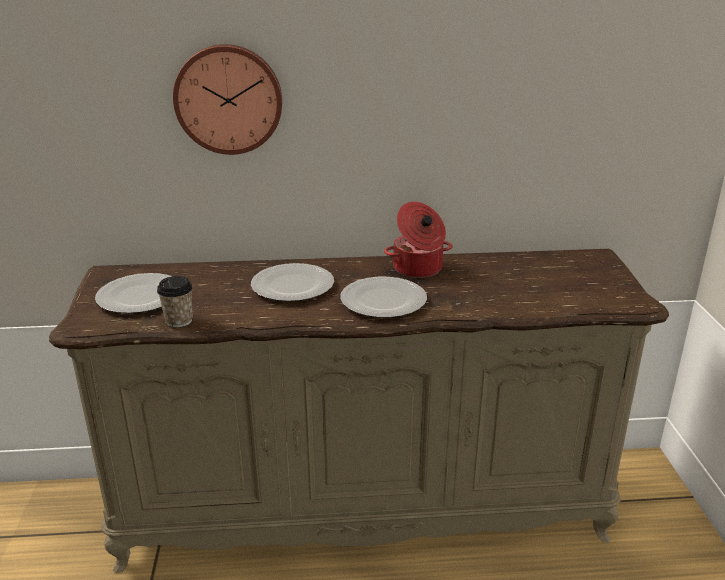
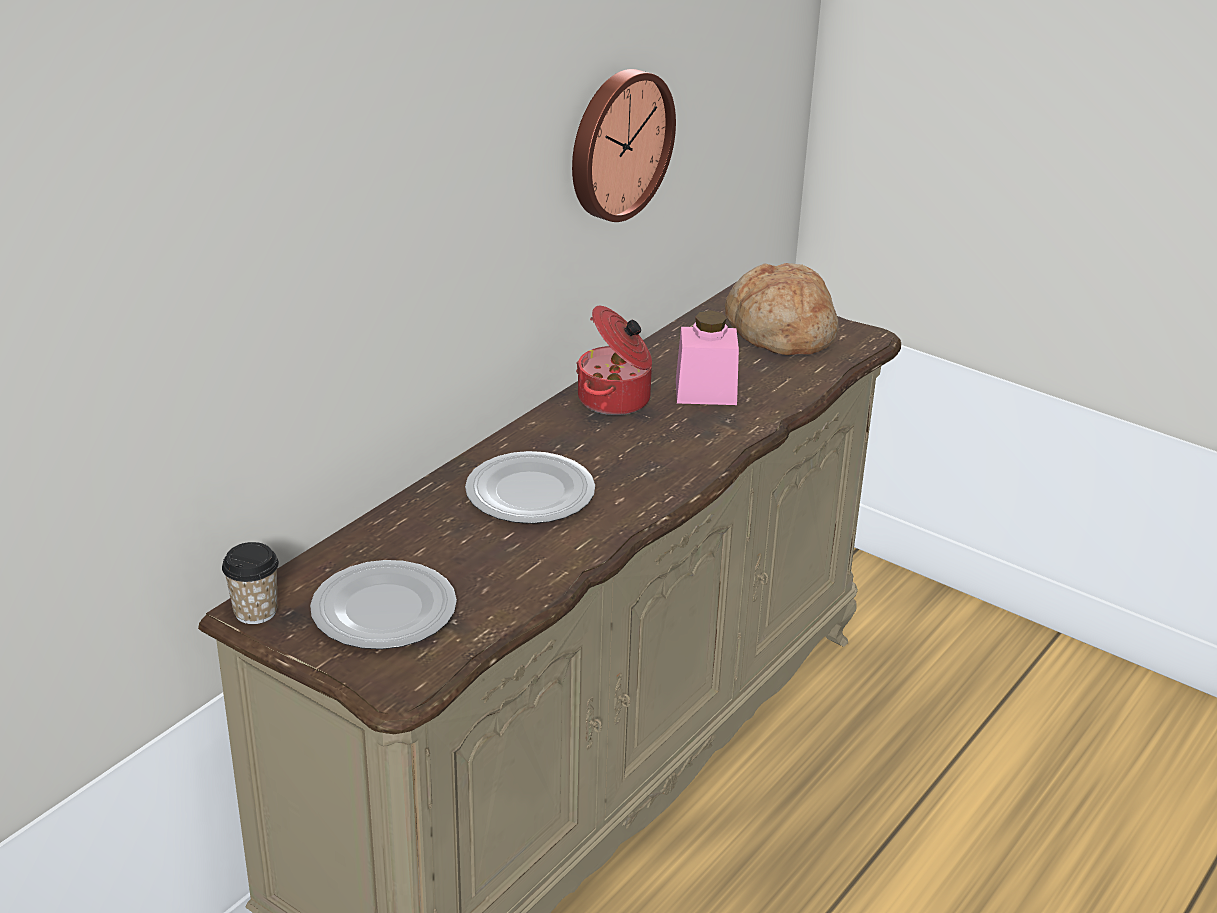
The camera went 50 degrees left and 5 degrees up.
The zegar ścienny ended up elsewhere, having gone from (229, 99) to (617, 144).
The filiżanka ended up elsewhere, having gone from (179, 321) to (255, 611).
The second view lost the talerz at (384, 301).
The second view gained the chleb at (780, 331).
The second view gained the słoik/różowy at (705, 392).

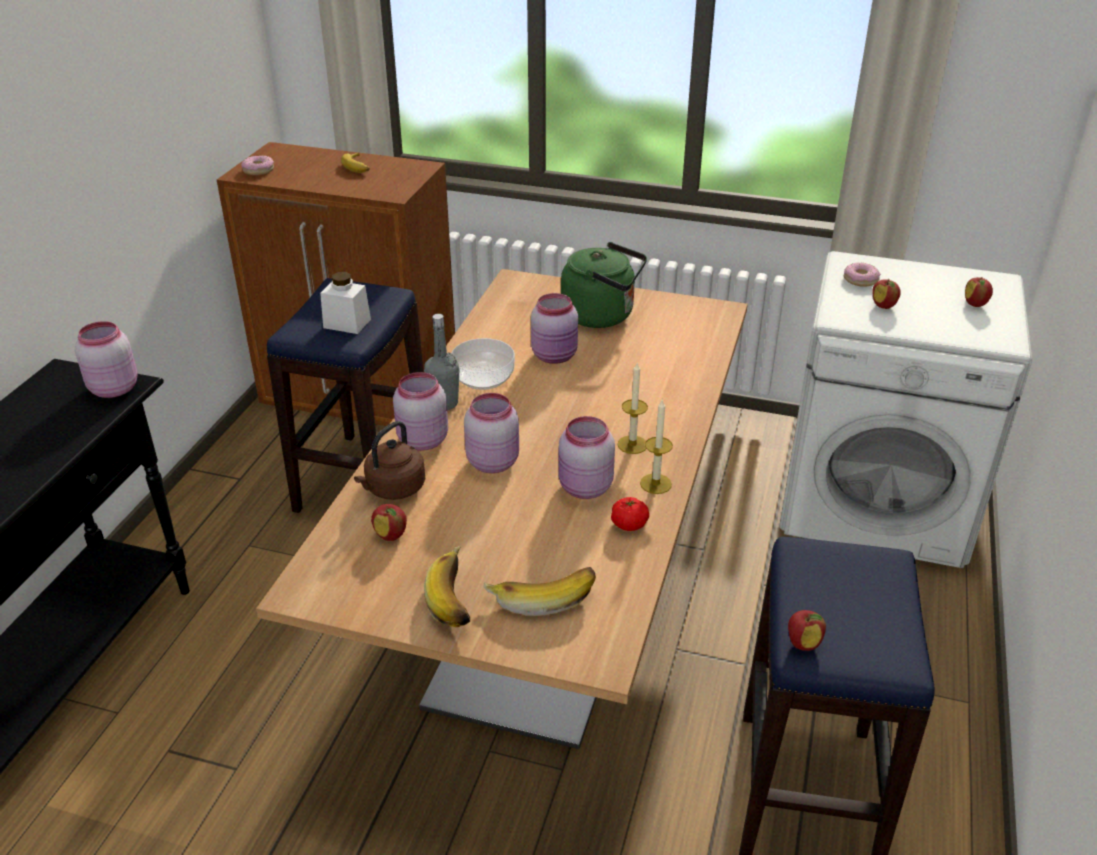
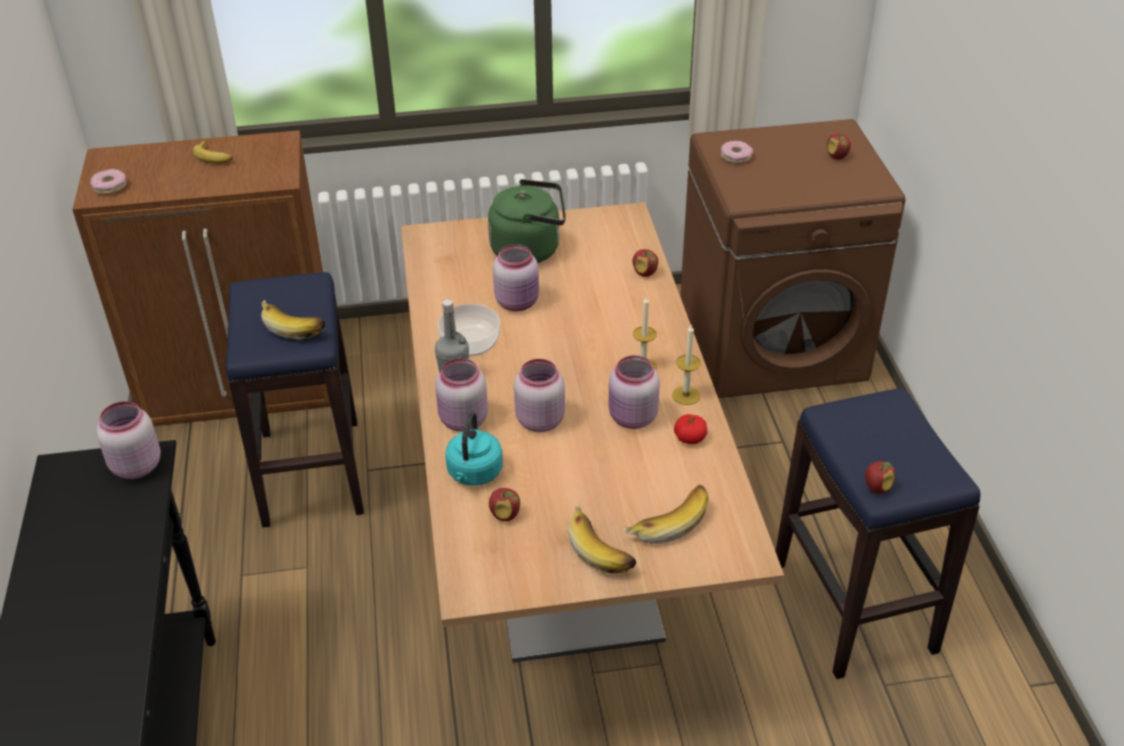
The camera went 25 degrees left and 5 degrees up.
What was the pralka/biały at (878, 504) turned into the pralka/brązowy at (776, 345).
Where the słoik/biały stood at (347, 323), the banan came to stand at (295, 326).
The jabłko ended up elsewhere, having gone from (884, 306) to (645, 273).
What was the czajnik/brązowy at (393, 489) turned into the czajnik/turkusowy at (474, 474).

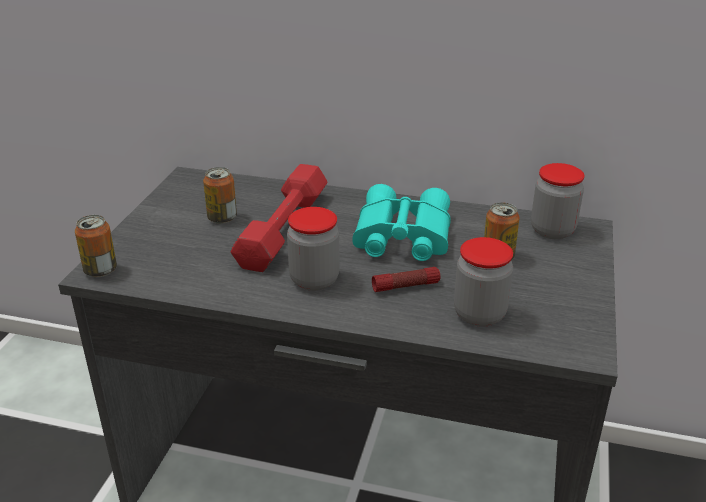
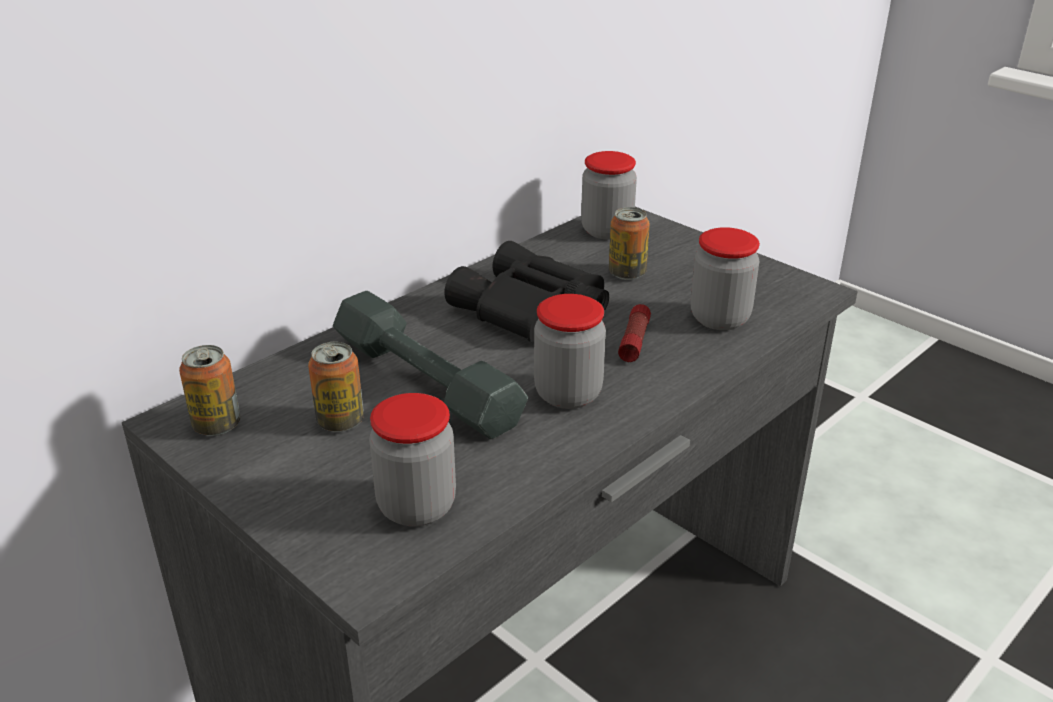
The camera went 60 degrees left and 0 degrees up.
What was the hantel/czerwony at (282, 229) turned into the hantel/szary at (425, 382).
What was the lornetka/turkusowy at (400, 236) turned into the lornetka/czarny at (531, 311).
The puszka ended up elsewhere, having gone from (100, 270) to (217, 425).
The second view gained the słoik at (416, 506).

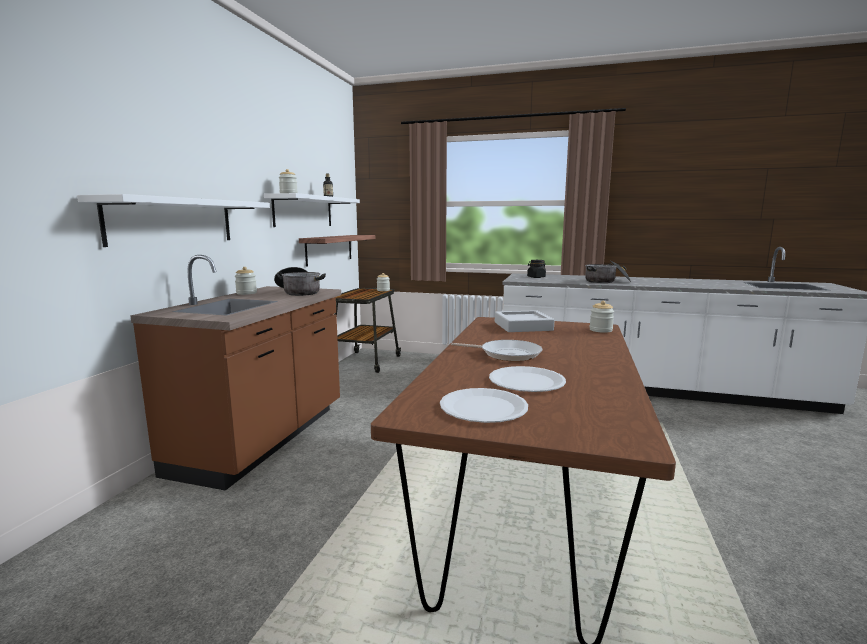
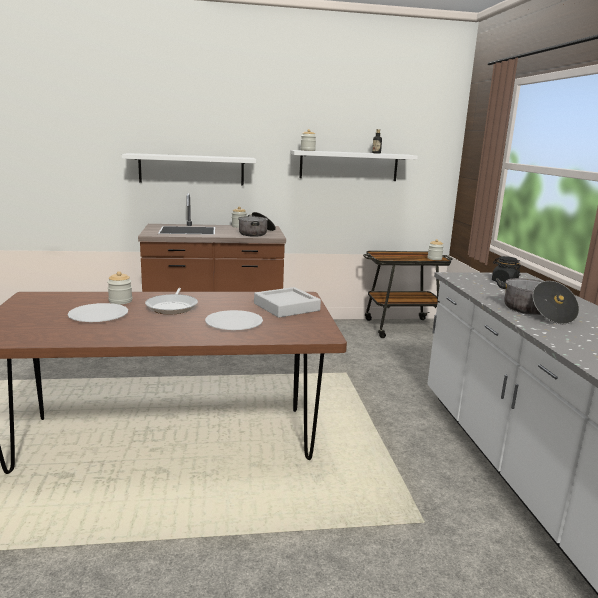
The camera went 65 degrees right and 5 degrees up.
The second view lost the półka at (329, 249).
The słoik ended up elsewhere, having gone from (600, 330) to (120, 301).
The talerz/biały ended up elsewhere, having gone from (483, 408) to (234, 322).

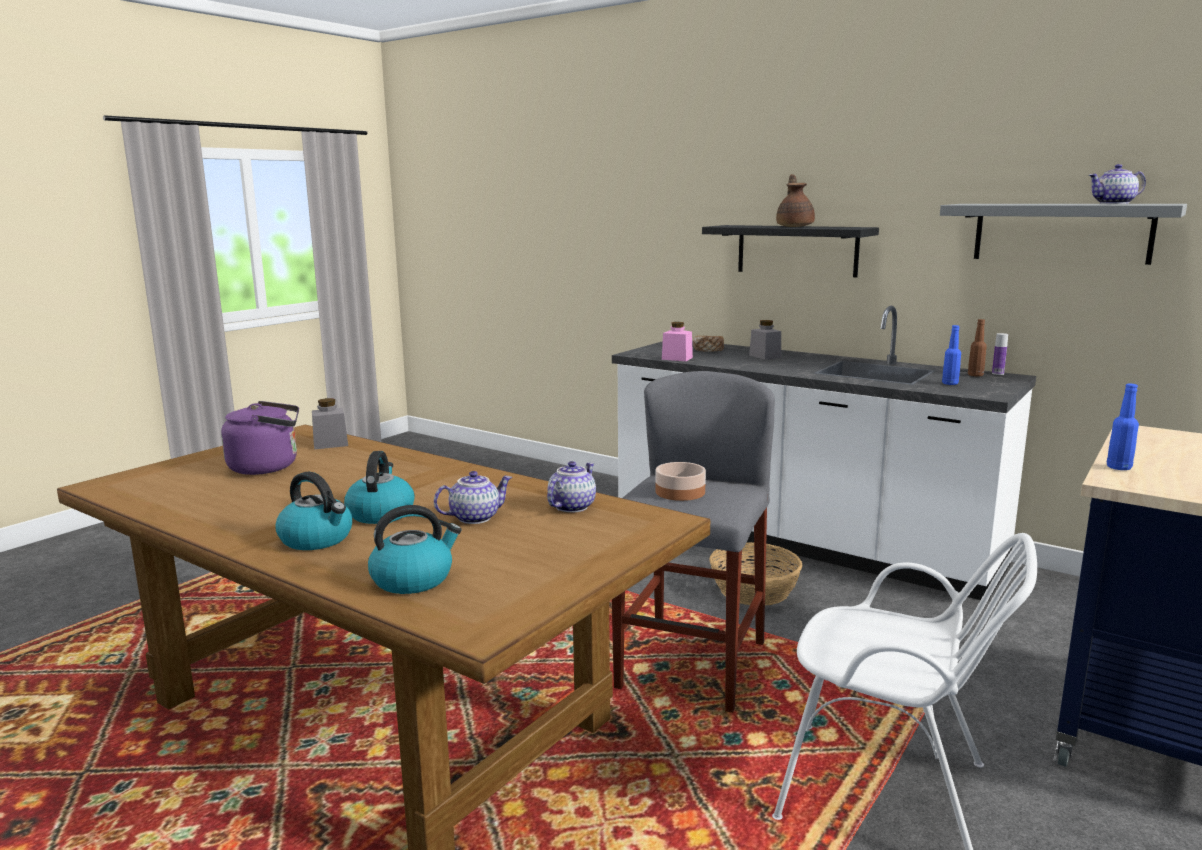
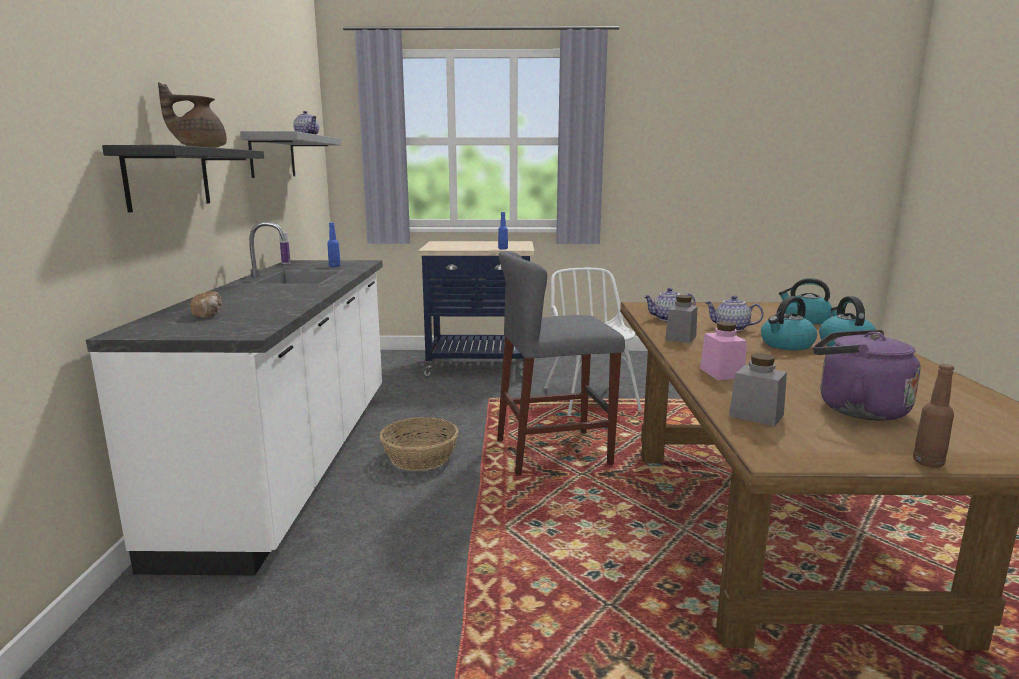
The camera went 125 degrees left and 0 degrees up.
The butelka/brązowy ended up elsewhere, having gone from (975, 375) to (928, 462).
The słoik/szary ended up elsewhere, having gone from (765, 356) to (680, 338).
The słoik/różowy ended up elsewhere, having gone from (677, 358) to (721, 373).
The second view lost the miska at (680, 492).

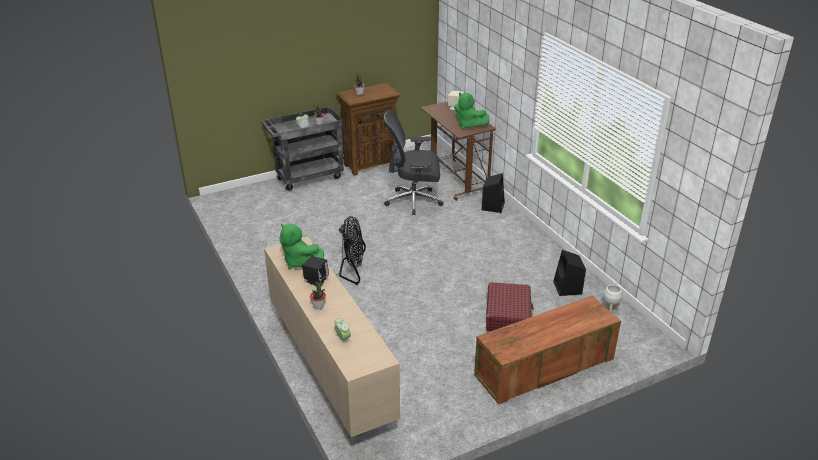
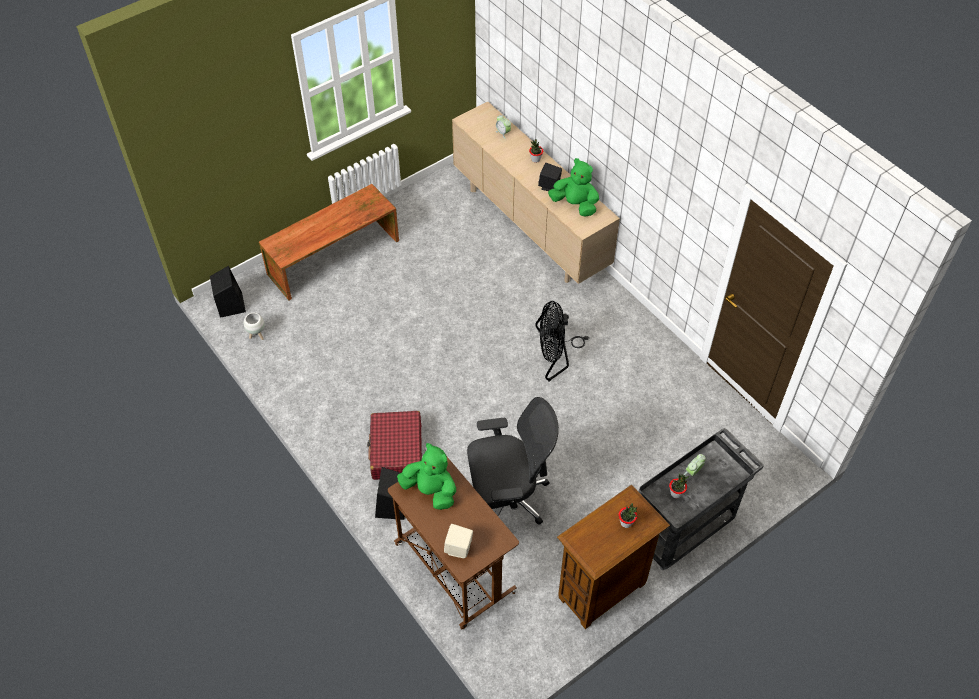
The camera went 170 degrees right and 20 degrees up.
The głośnik/czarny ended up elsewhere, having gone from (568, 288) to (230, 304).
The walizka/czerwony ended up elsewhere, having gone from (508, 315) to (396, 451).

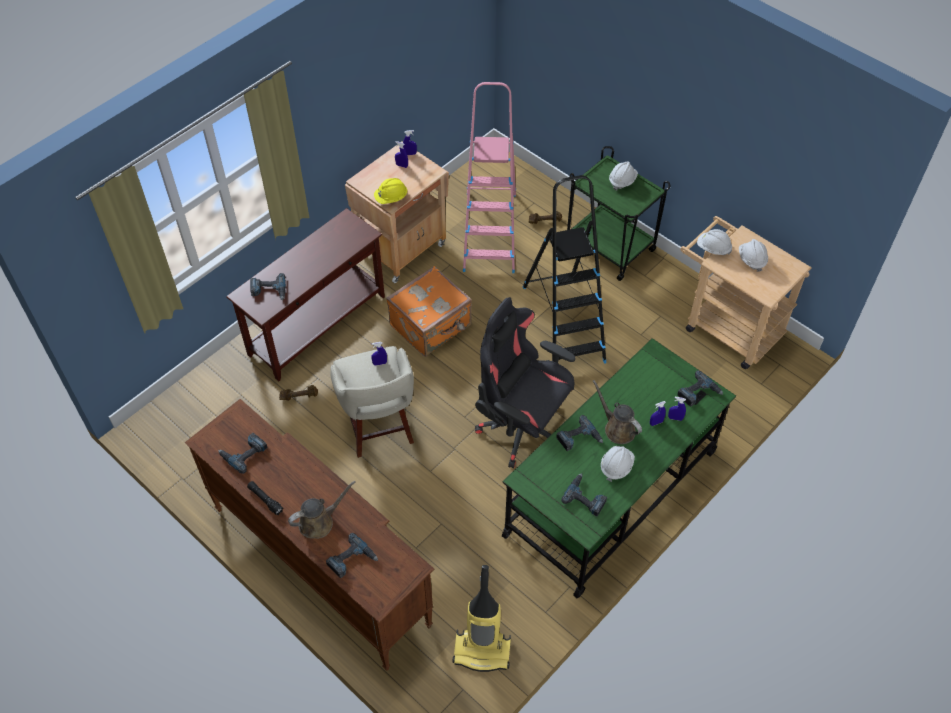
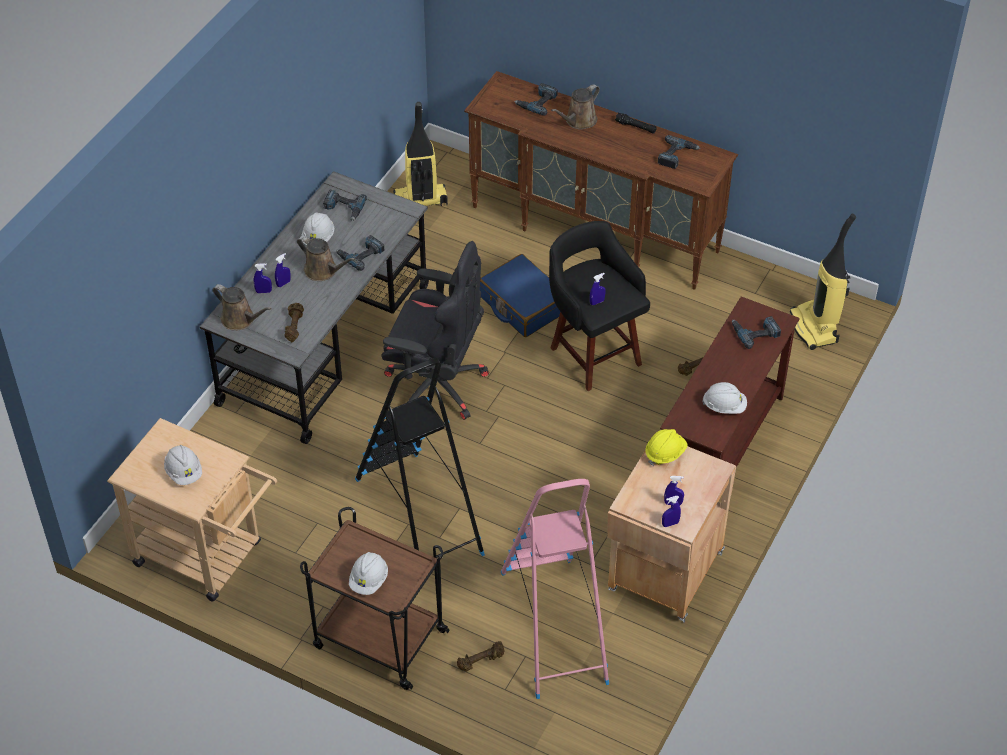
The camera went 165 degrees right and 5 degrees down.
What was the wózek/zielony at (610, 248) turned into the wózek/brązowy at (378, 638).
The kask/biały ended up elsewhere, having gone from (713, 248) to (724, 406).
The second view lost the walizka/pomarańczowy at (431, 326).
What was the biurko/zielony at (611, 493) turned into the biurko/szary at (324, 344).
What was the stołek/beżowy at (379, 429) turned into the stołek/czarny at (593, 353).
Where the wiertarka stood at (698, 393), the konewka/brązowy came to stand at (240, 319).
The second view gained the odkurzacz at (815, 328).
The second view gained the walizka/niebieski at (522, 304).
The second view gained the hantel/brązowy at (294, 327).

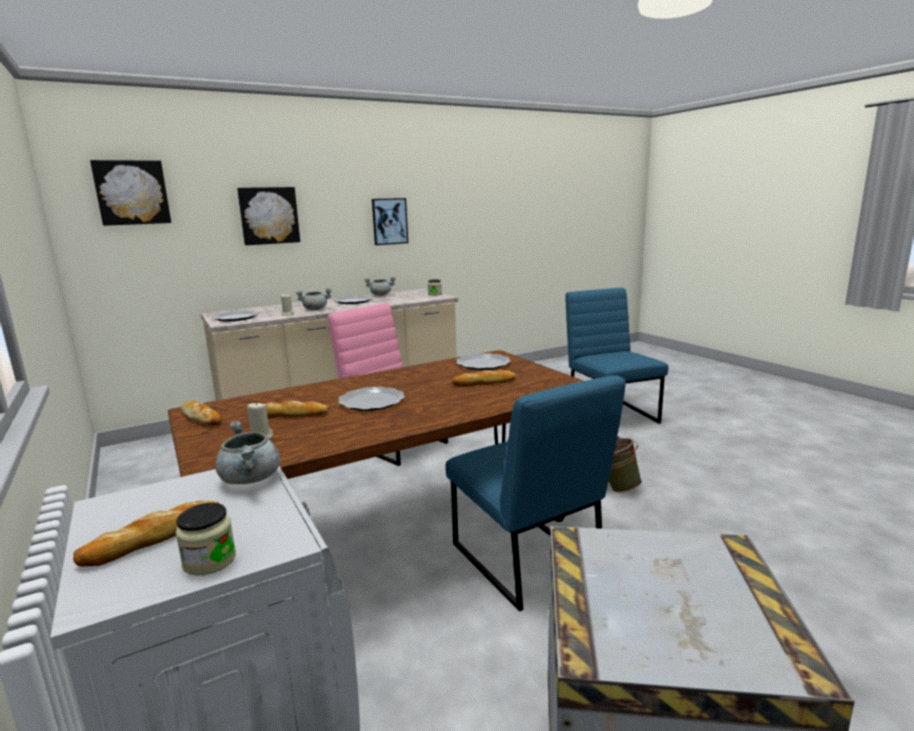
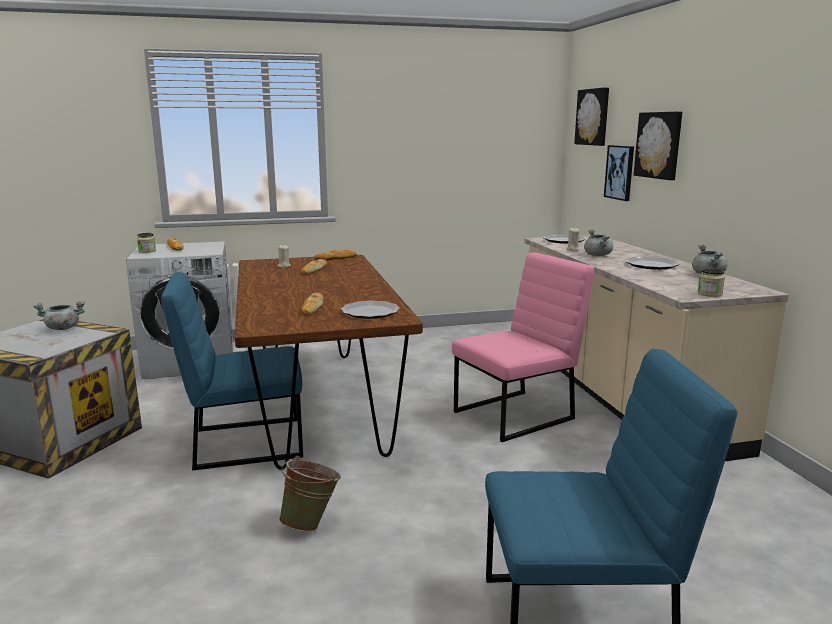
The camera went 105 degrees right and 0 degrees up.
The obraz ended up elsewhere, having gone from (389, 221) to (620, 172).
The second view lost the talerz at (371, 401).
The garnek/szary ended up elsewhere, having gone from (251, 479) to (62, 328).

